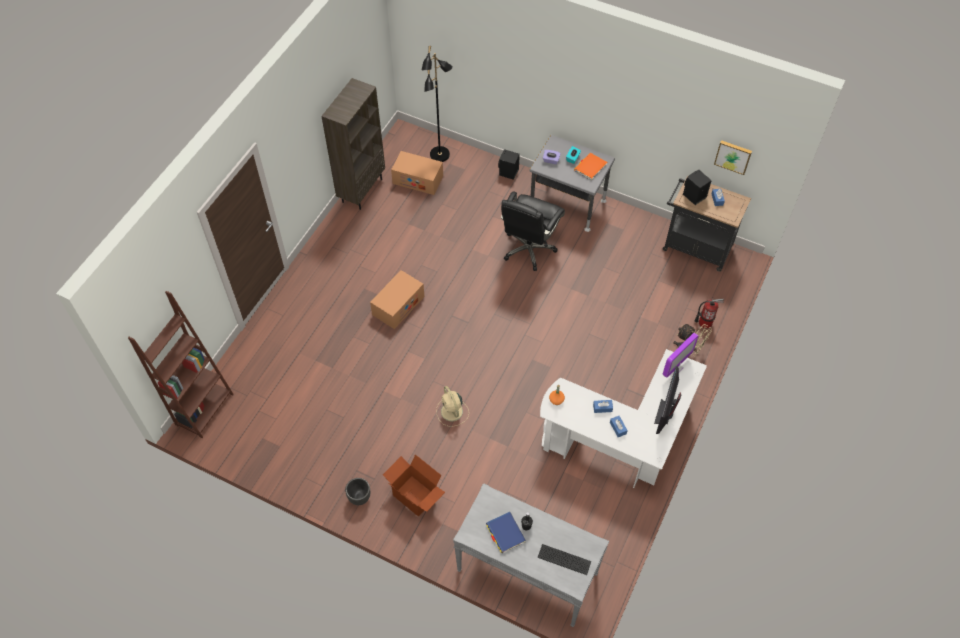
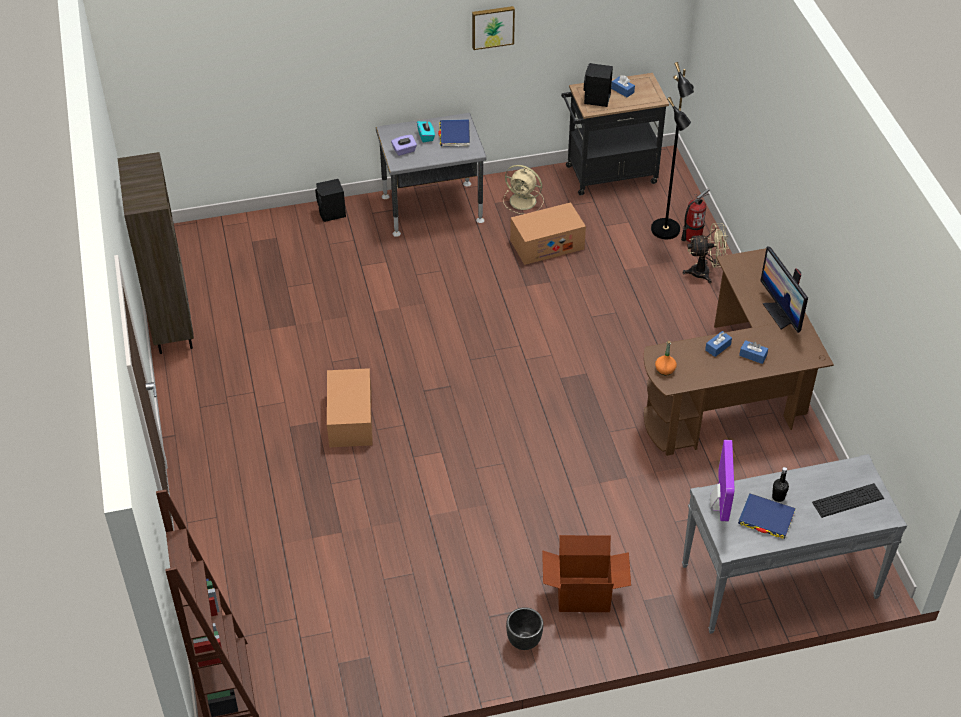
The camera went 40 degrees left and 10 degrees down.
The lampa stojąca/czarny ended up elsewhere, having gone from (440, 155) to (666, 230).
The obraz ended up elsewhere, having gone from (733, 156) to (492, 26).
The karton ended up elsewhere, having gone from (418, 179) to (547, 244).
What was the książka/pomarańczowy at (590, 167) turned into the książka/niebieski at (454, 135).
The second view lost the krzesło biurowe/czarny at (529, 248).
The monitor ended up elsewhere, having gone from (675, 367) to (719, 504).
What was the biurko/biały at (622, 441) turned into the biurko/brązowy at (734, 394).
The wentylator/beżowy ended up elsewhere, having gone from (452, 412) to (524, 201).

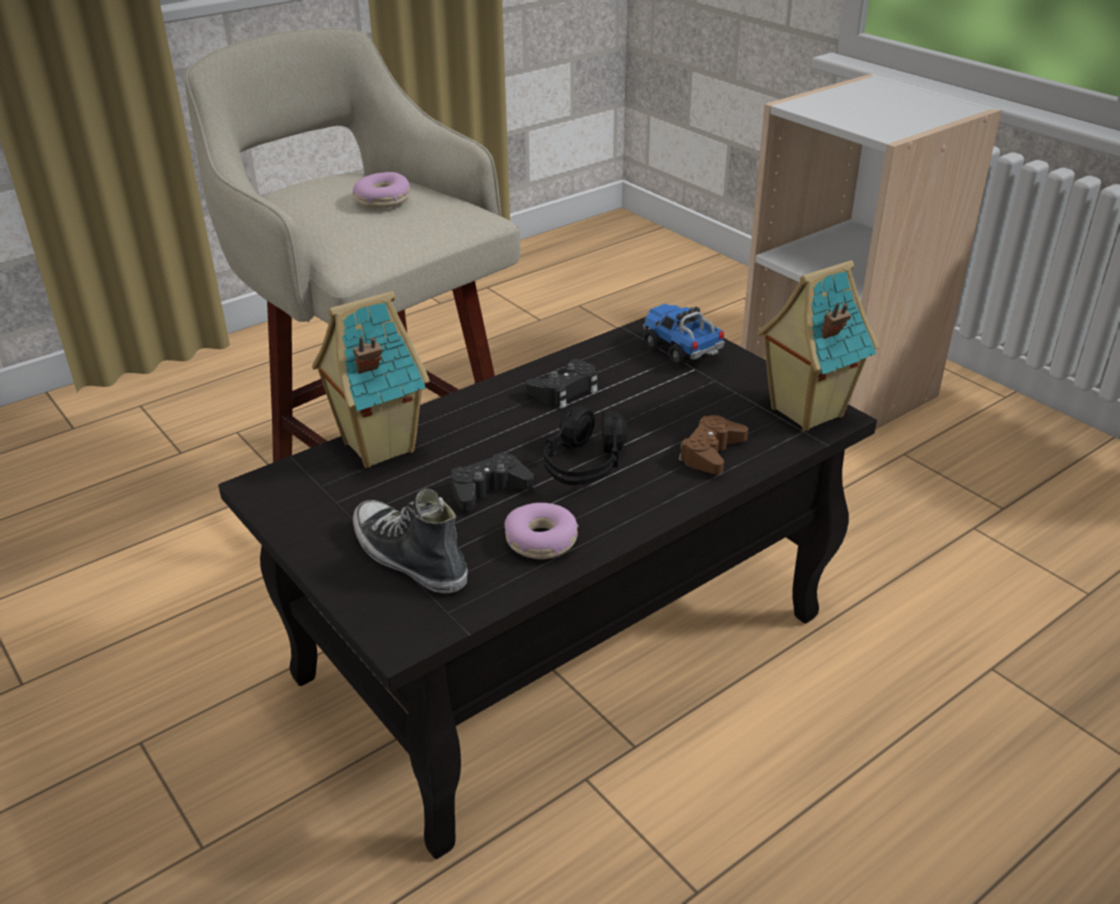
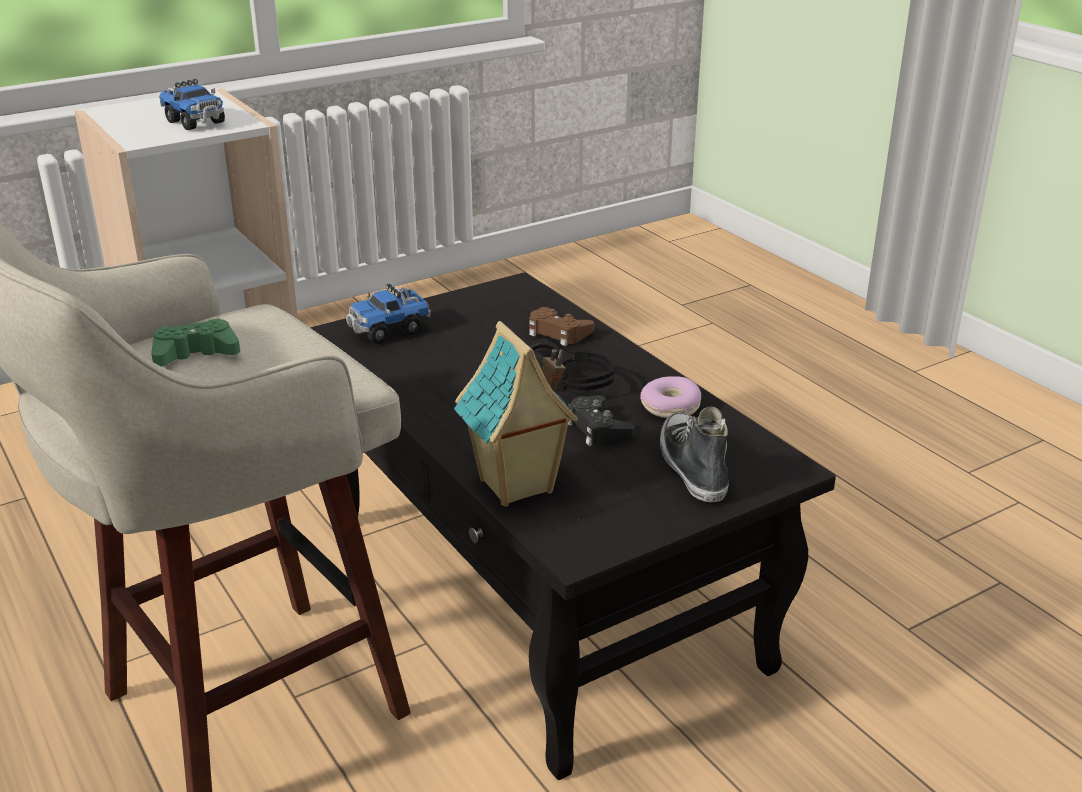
The camera went 85 degrees left and 5 degrees down.
Where the donut stood at (383, 201), the pad do gier/zielony came to stand at (195, 353).
The second view lost the domek at (804, 412).
The second view lost the pad do gier/czarny at (565, 390).
The but at (408, 557) ended up facing another way, 120 degrees clockwise from before.
The second view gained the ciężarówka zabawkowa at (195, 122).

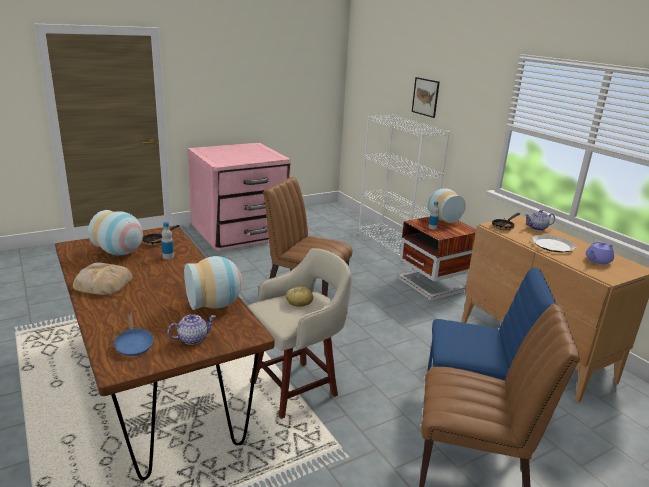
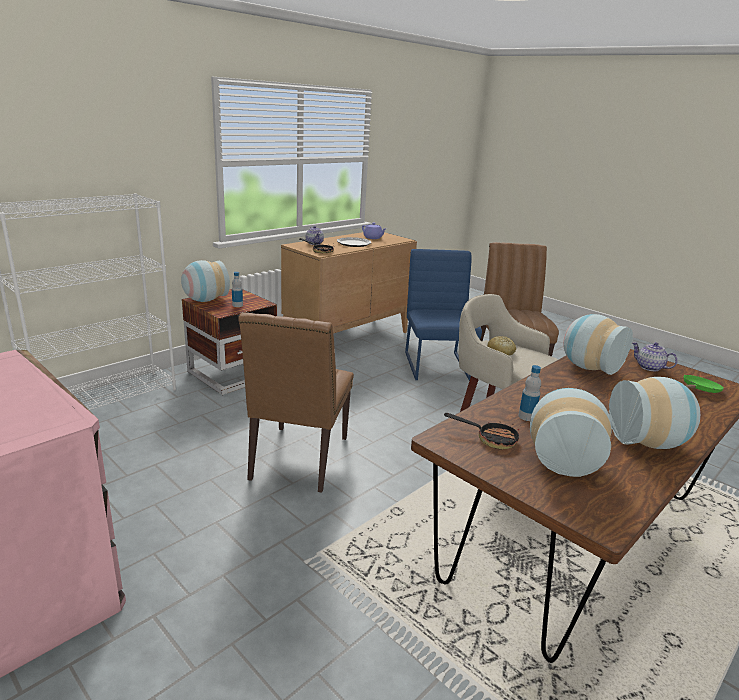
The camera went 105 degrees left and 0 degrees up.
The second view lost the obraz at (425, 97).
Where the chleb stood at (102, 283), the wazon came to stand at (648, 443).
What was the patelnia/niebieski at (134, 344) turned into the patelnia/zielony at (699, 390).

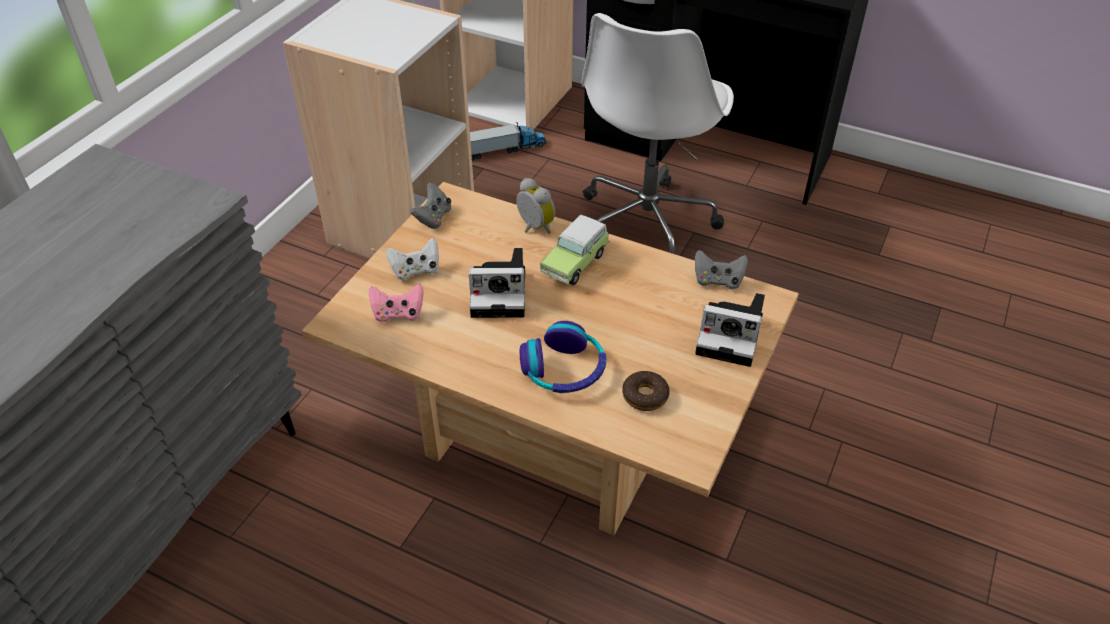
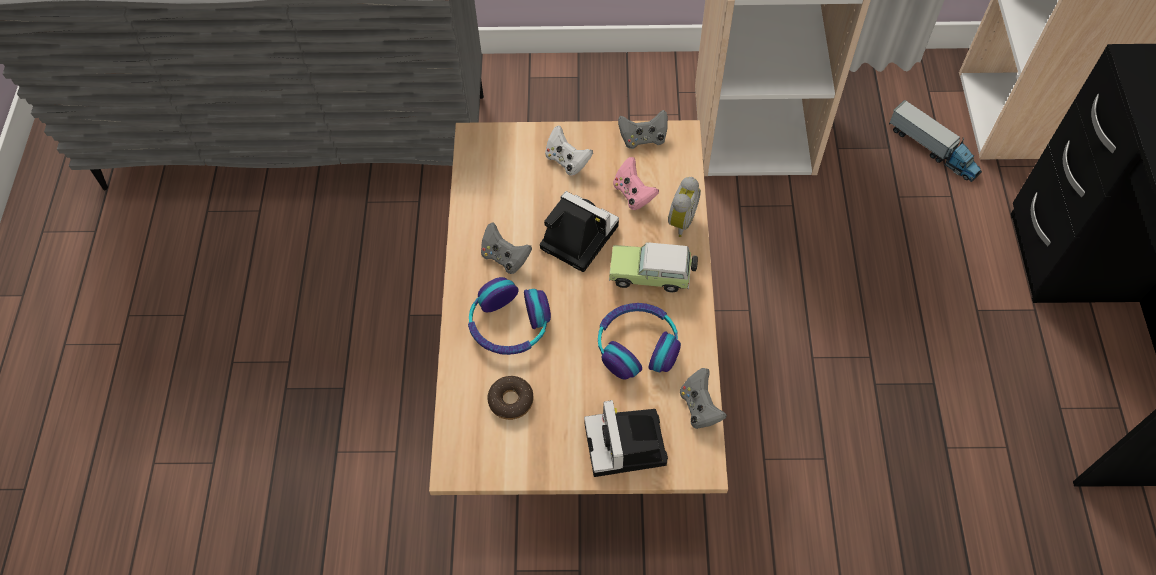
The camera went 65 degrees right and 15 degrees up.
The second view lost the krzesło biurowe/biały at (645, 226).
The aparat fotograficzny at (501, 293) ended up facing another way, 150 degrees clockwise from before.
The pad do gier/różowy ended up elsewhere, having gone from (398, 314) to (633, 194).
The second view gained the pad do gier/szary at (505, 257).
The second view gained the słuchawki at (637, 346).

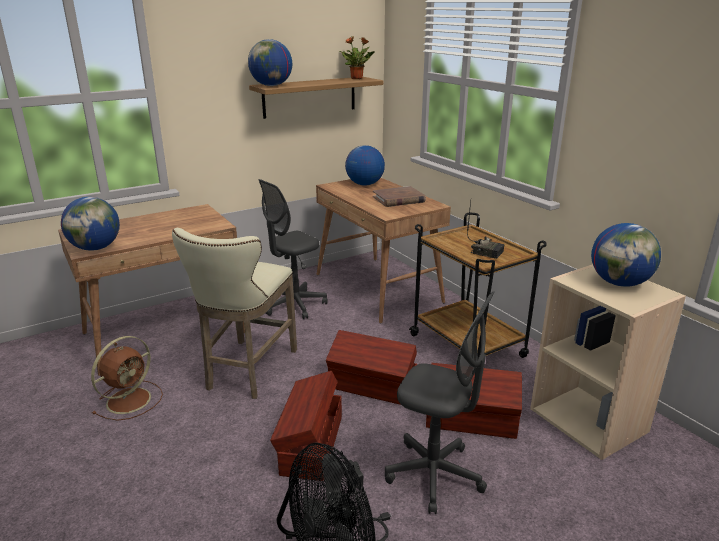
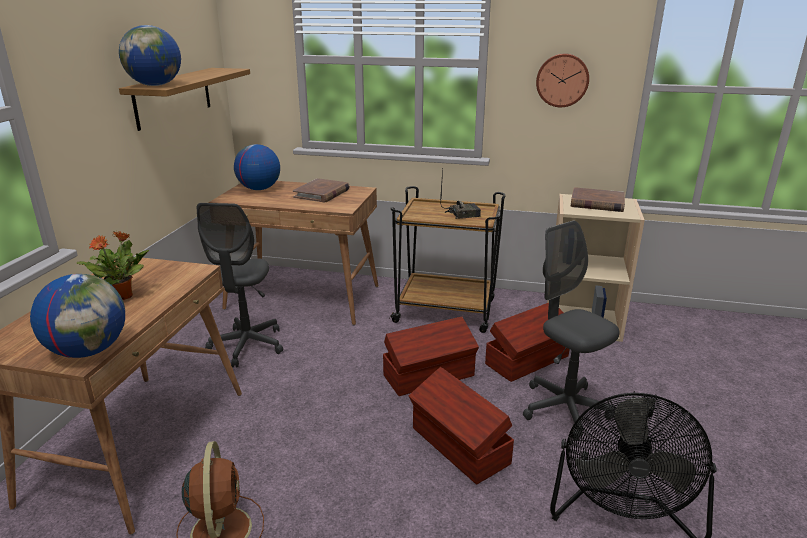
The camera went 45 degrees left and 0 degrees up.
The roślina doniczkowa ended up elsewhere, having gone from (357, 78) to (122, 296).
Where the globus stood at (619, 283), the książka/brązowy came to stand at (597, 203).
The second view lost the stołek/beżowy at (247, 371).
The krzesło biurowe/szary at (434, 475) ended up facing another way, 105 degrees counterclockwise from before.
The second view gained the zegar ścienny at (562, 80).

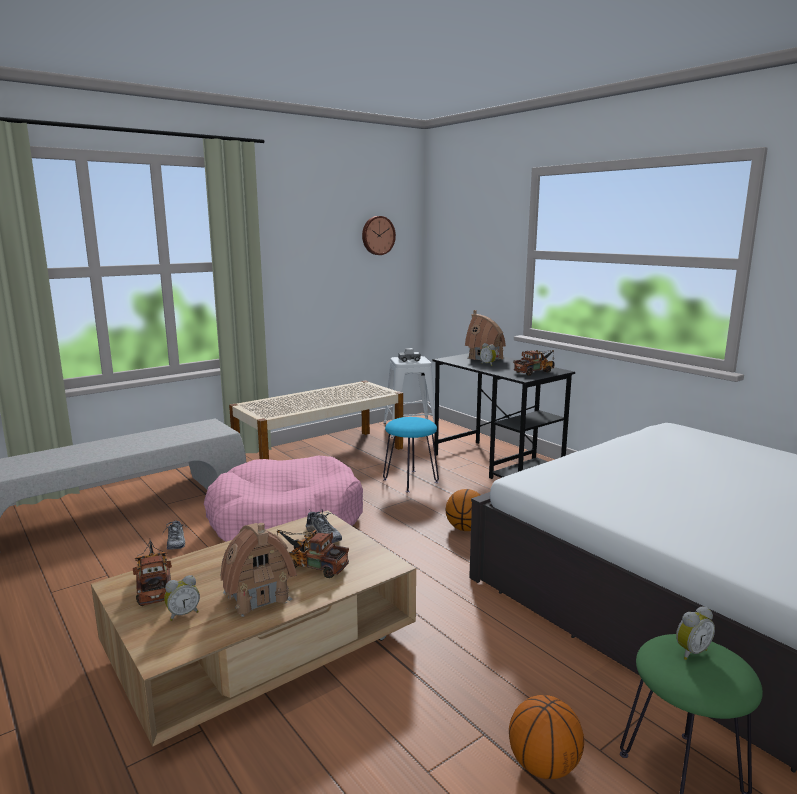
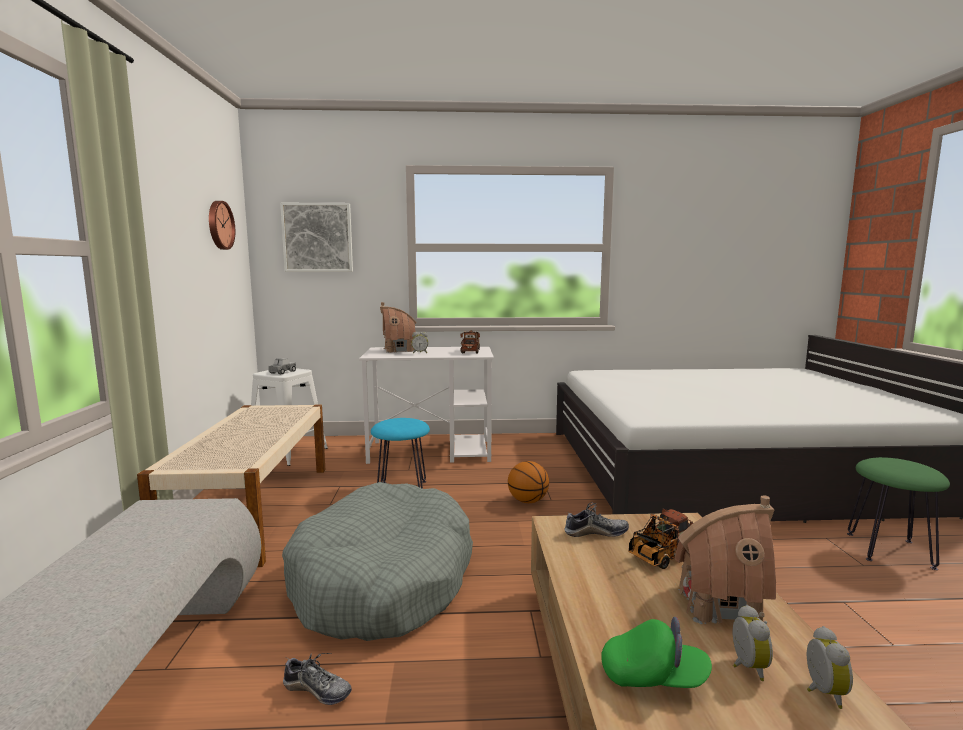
The camera went 55 degrees left and 5 degrees down.
What was the biurko/czarny at (497, 464) turned into the biurko/biały at (431, 451).
What was the legowisko/różowy at (286, 520) turned into the legowisko/szary at (383, 580).
Where the ciężarówka zabawkowa stood at (154, 586), the czapka z daszkiem/zielony came to stand at (653, 677).
The budzik ended up elsewhere, having gone from (690, 651) to (821, 692).
The second view lost the piłka do koszykówki at (543, 766).
The second view gained the obraz at (317, 237).

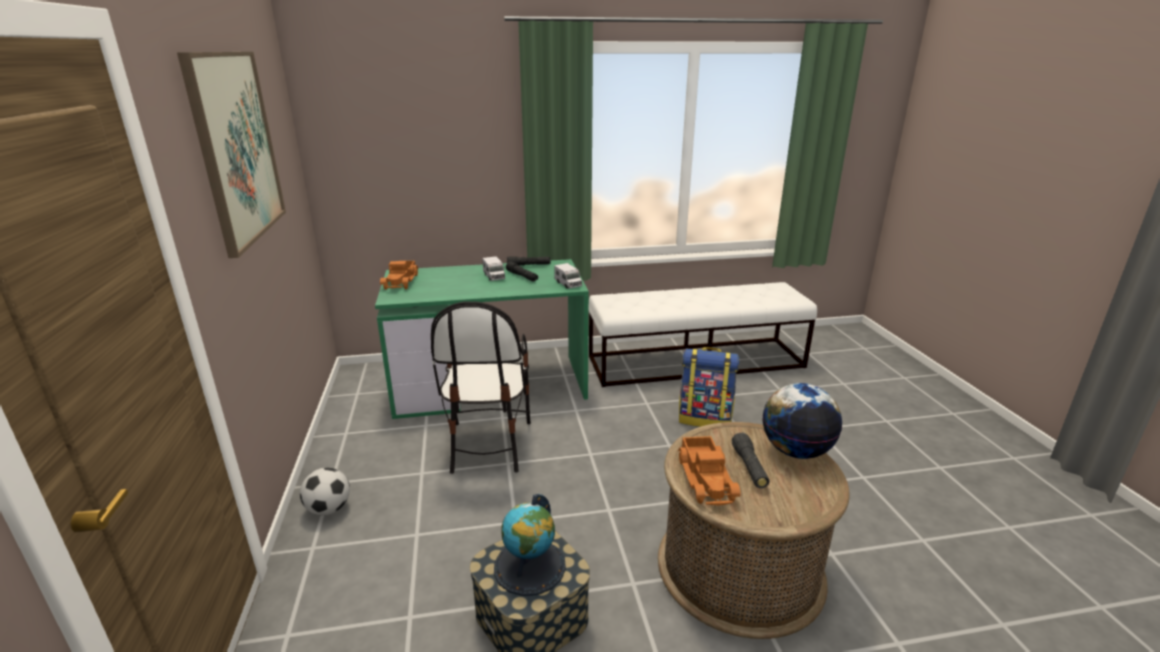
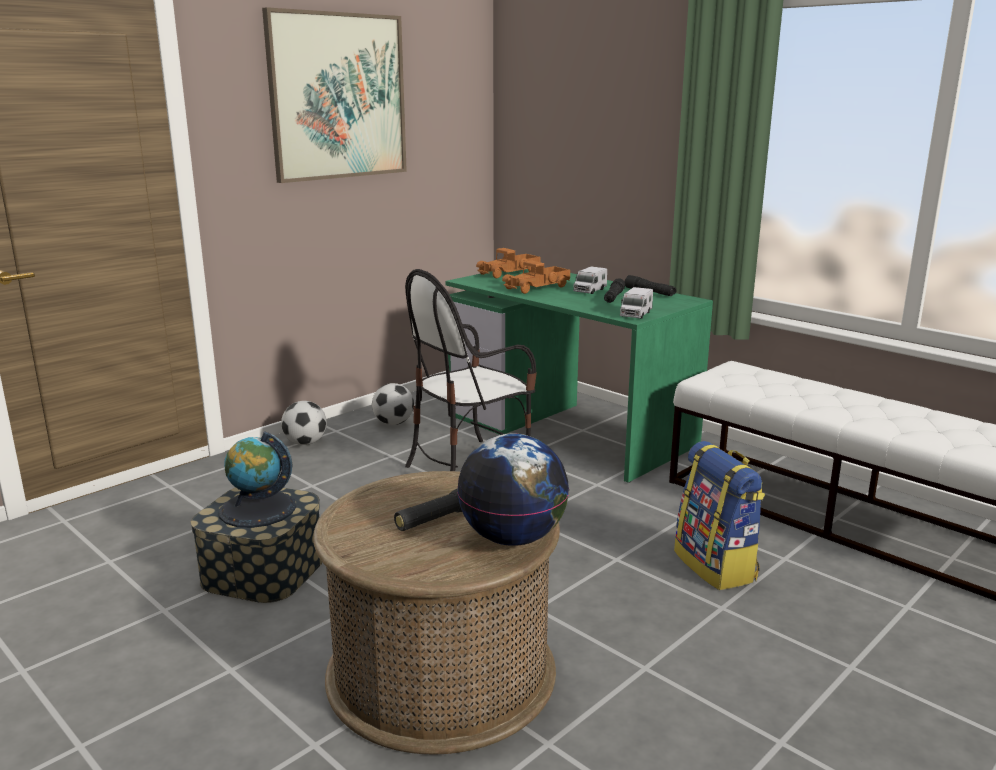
The camera went 55 degrees right and 5 degrees down.
The ciężarówka zabawkowa ended up elsewhere, having gone from (707, 478) to (537, 287).
The second view gained the piłka futbolowa at (393, 423).

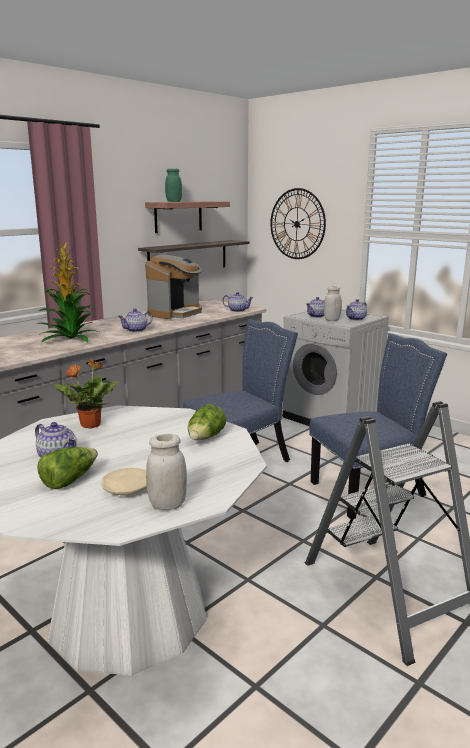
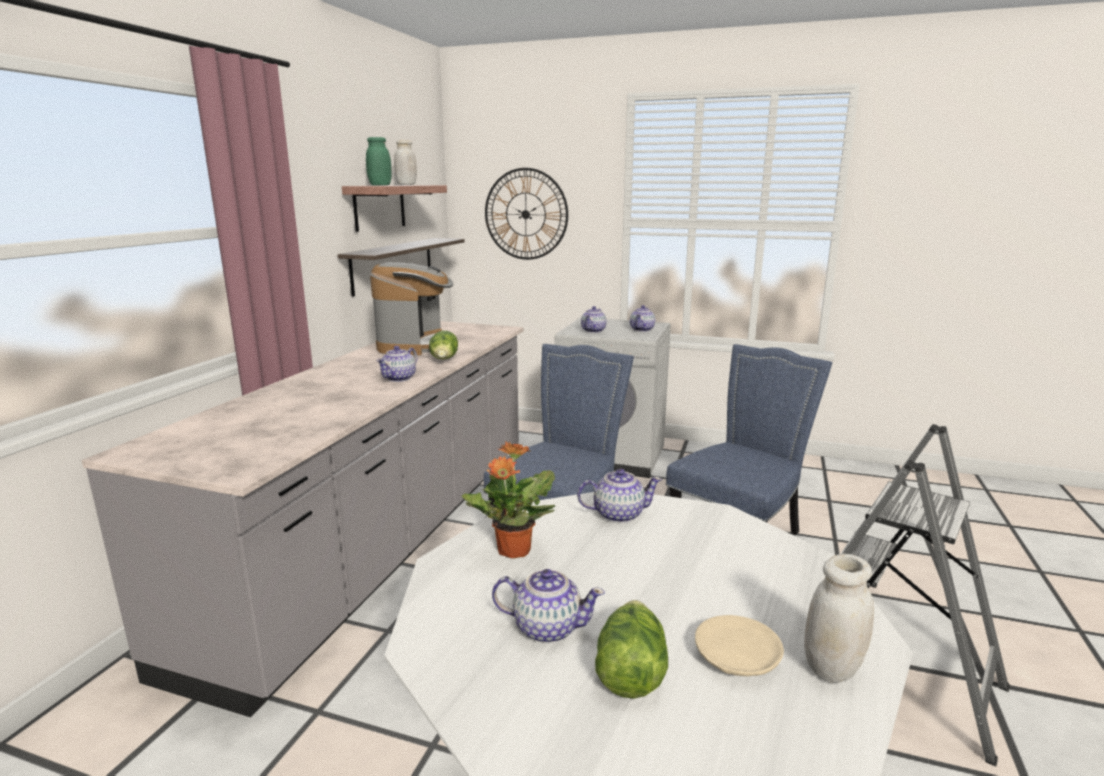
The camera went 25 degrees left and 0 degrees up.
The second view lost the roślina doniczkowa at (70, 338).
The słoik/biały ended up elsewhere, having gone from (332, 320) to (406, 185).
The imbryk ended up elsewhere, having gone from (237, 310) to (618, 514).
The sałata ended up elsewhere, having gone from (206, 438) to (444, 360).

